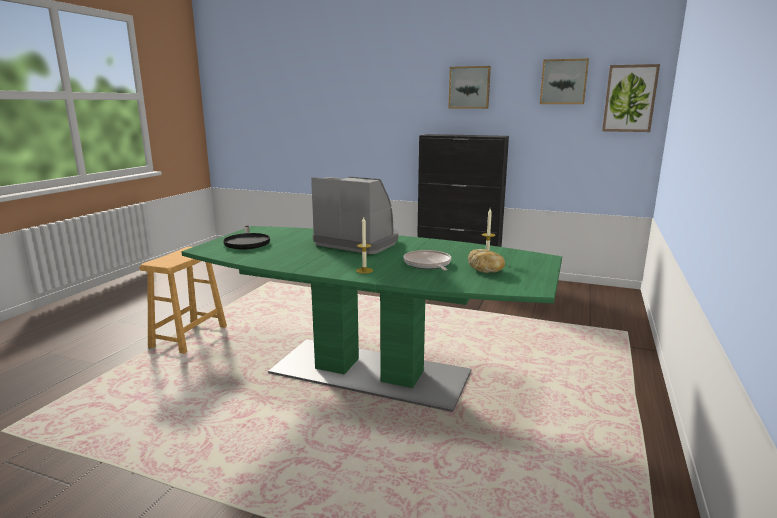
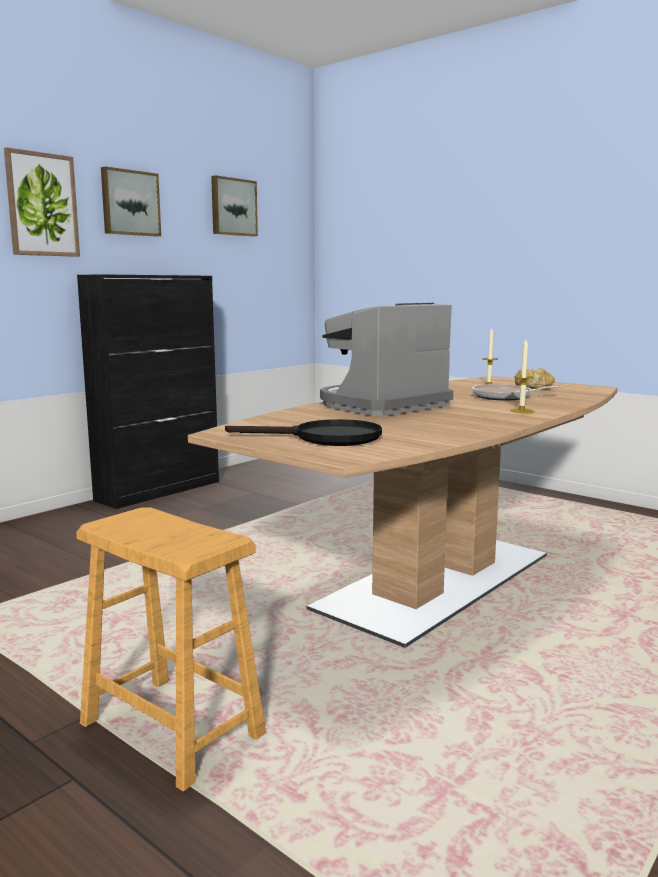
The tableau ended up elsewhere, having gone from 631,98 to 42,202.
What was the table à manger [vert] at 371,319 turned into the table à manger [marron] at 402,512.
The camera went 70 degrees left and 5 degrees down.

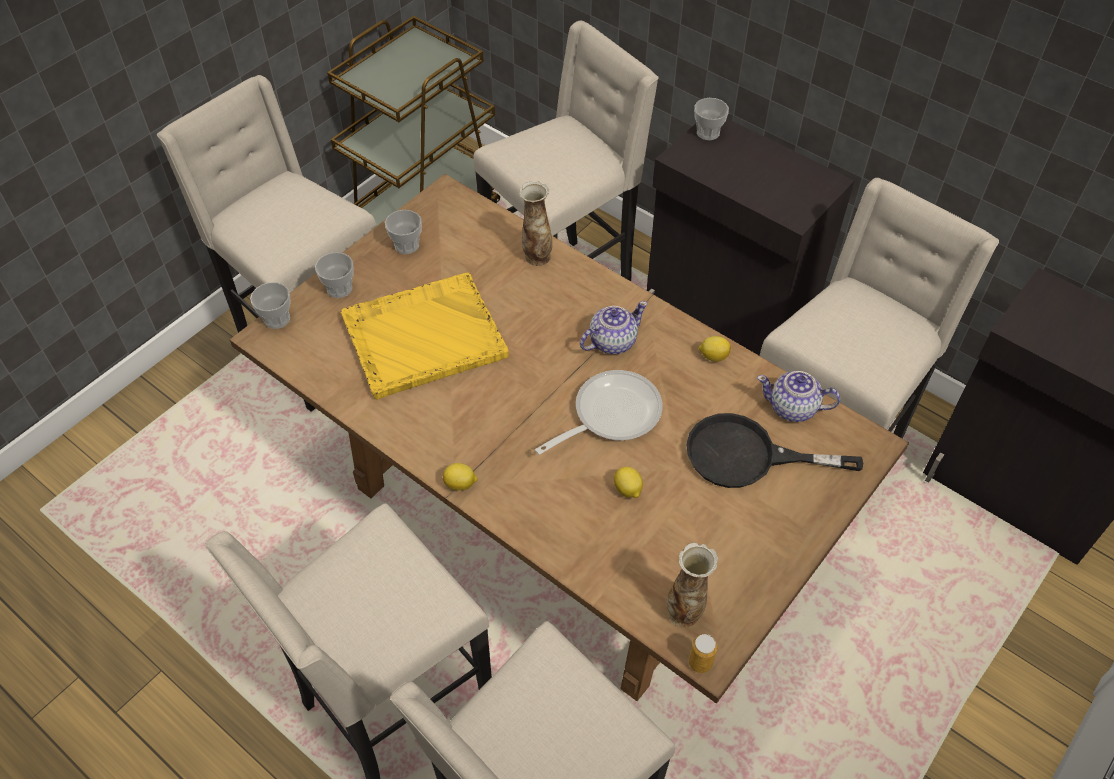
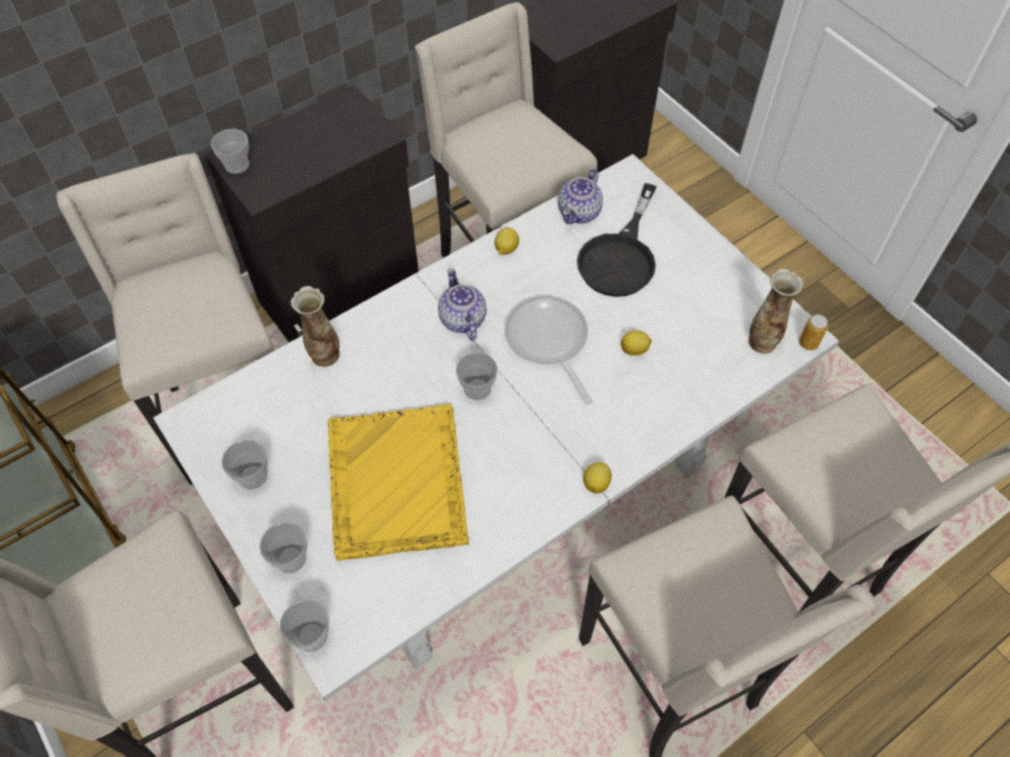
What was the table à manger [marron] at 569,439 turned into the table à manger [blanc] at 496,427.
The second view gained the tasse at 477,376.
The camera went 75 degrees left and 5 degrees up.

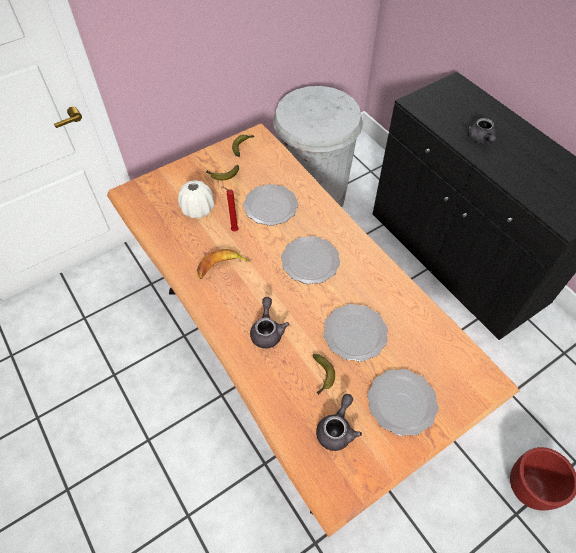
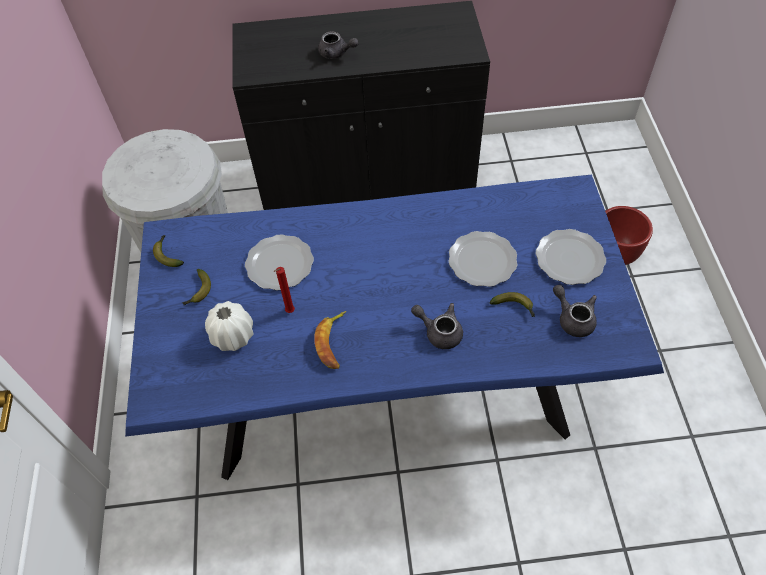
What was the table à manger [marron] at 313,330 turned into the table à manger [bleu] at 394,327.
The second view lost the assiette at 310,260.
The camera went 60 degrees left and 0 degrees up.

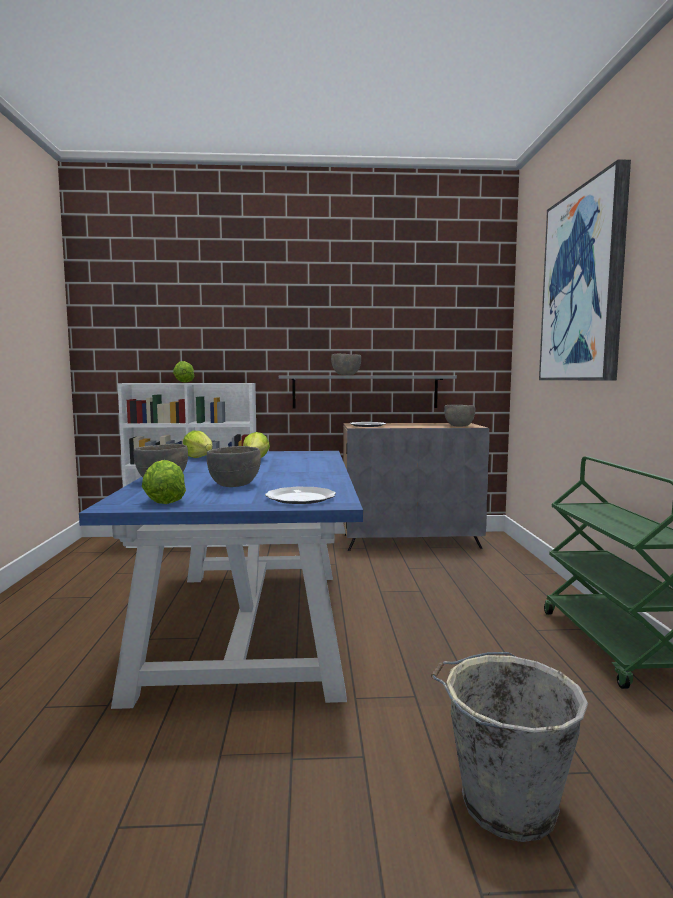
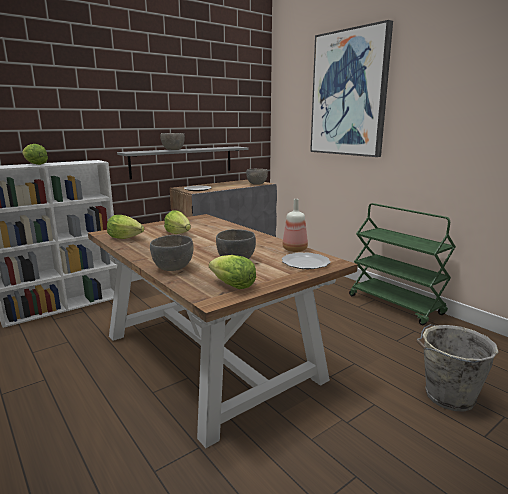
What was the table à manger [bleu] at 221,580 turned into the table à manger [marron] at 223,331.
The second view gained the bouteille at 295,225.
The camera went 35 degrees left and 10 degrees up.

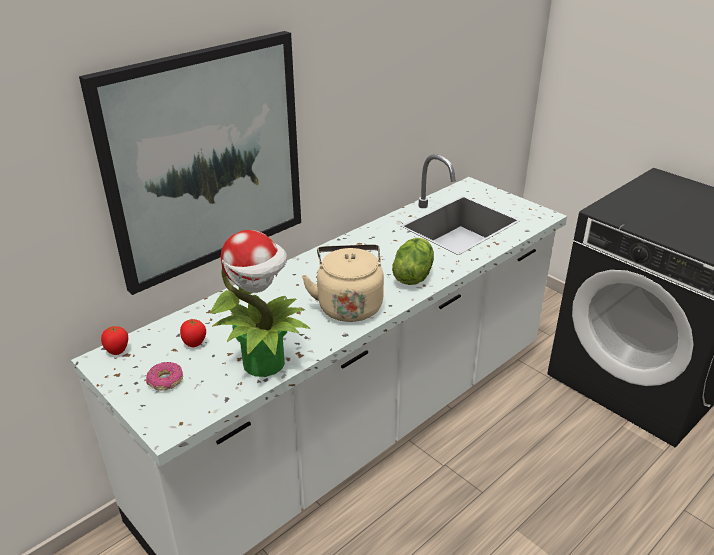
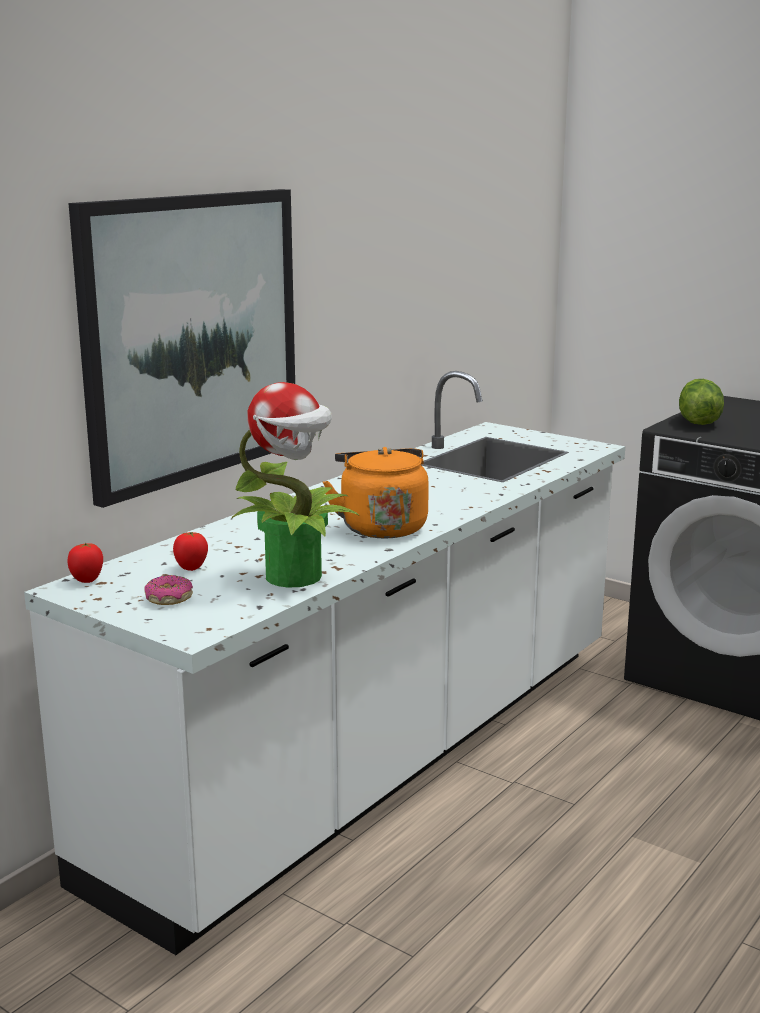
The laitue ended up elsewhere, having gone from 413,261 to 701,402.
What was the bouilloire [beige] at 343,283 turned into the bouilloire [orange] at 376,492.
The camera went 10 degrees left and 15 degrees down.

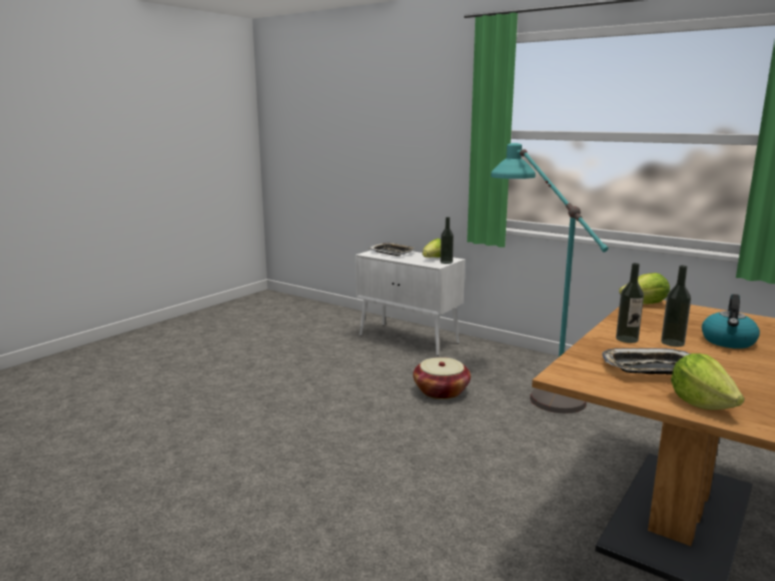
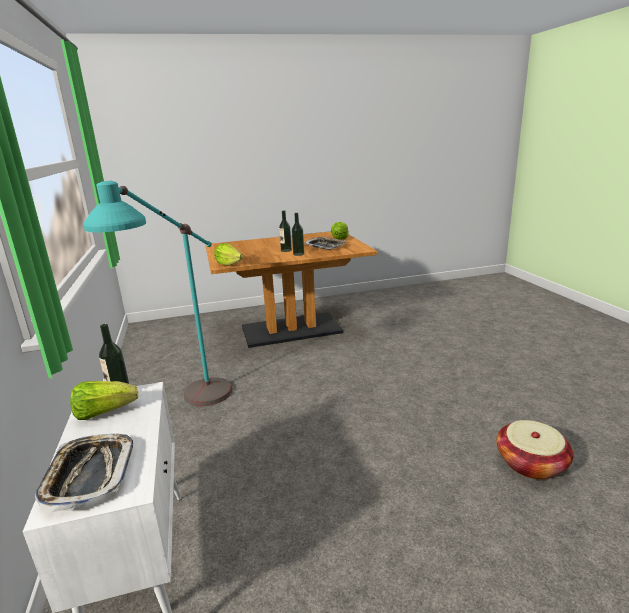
The second view lost the bouilloire at 731,321.
The panier ended up elsewhere, having gone from 442,378 to 535,450.
The camera went 140 degrees left and 5 degrees up.

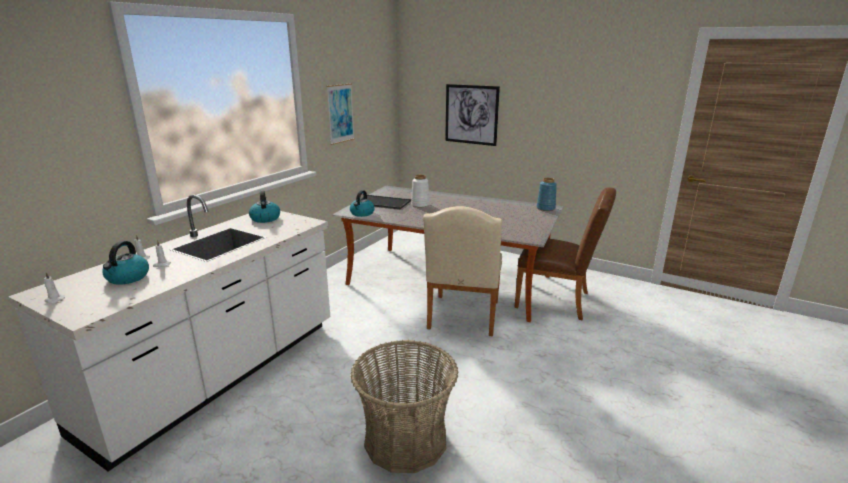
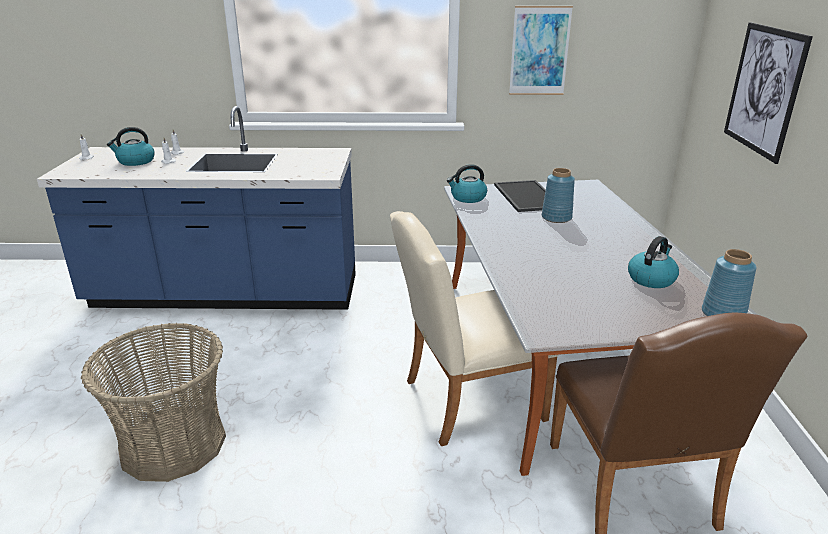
What was the vase [blanc] at 420,191 turned into the vase [bleu] at 558,195.
The bouilloire ended up elsewhere, having gone from 264,207 to 653,262.
What was the comptoir de cuisine [blanc] at 169,333 turned into the comptoir de cuisine [bleu] at 196,208.
The camera went 60 degrees right and 5 degrees up.

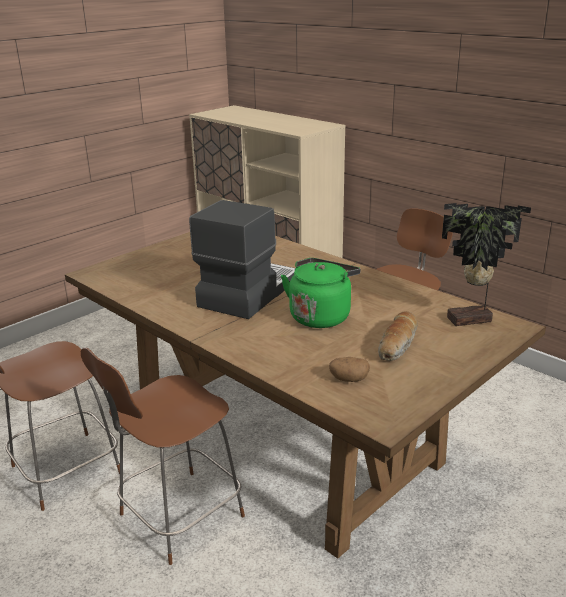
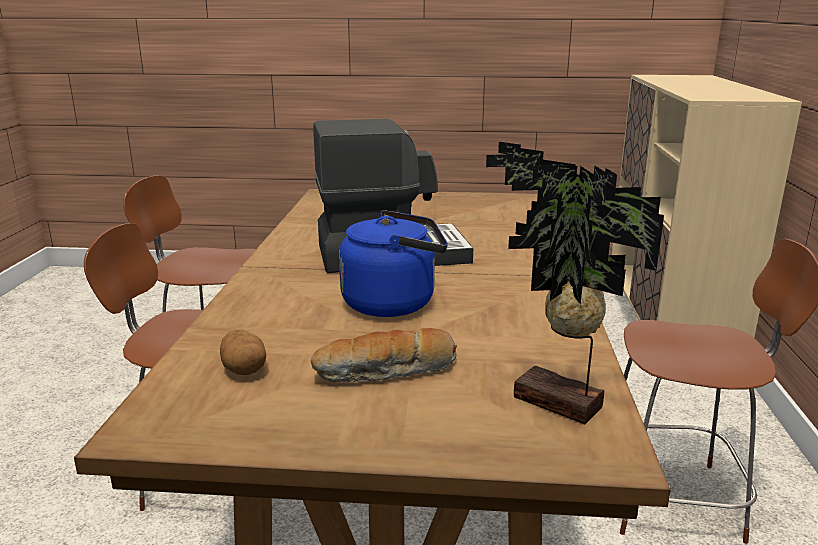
What was the bouilloire [vert] at 321,293 turned into the bouilloire [bleu] at 393,263.
The camera went 50 degrees right and 5 degrees down.

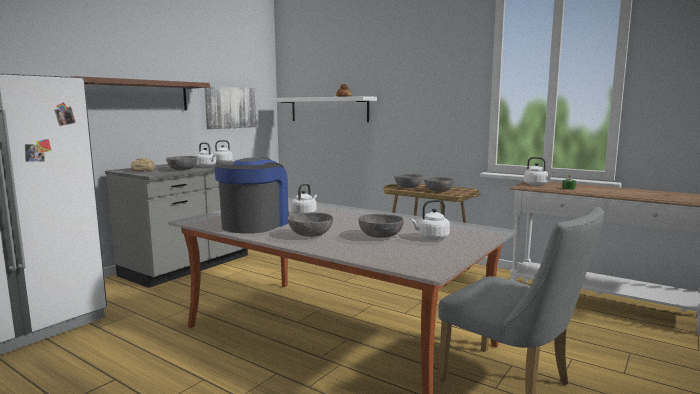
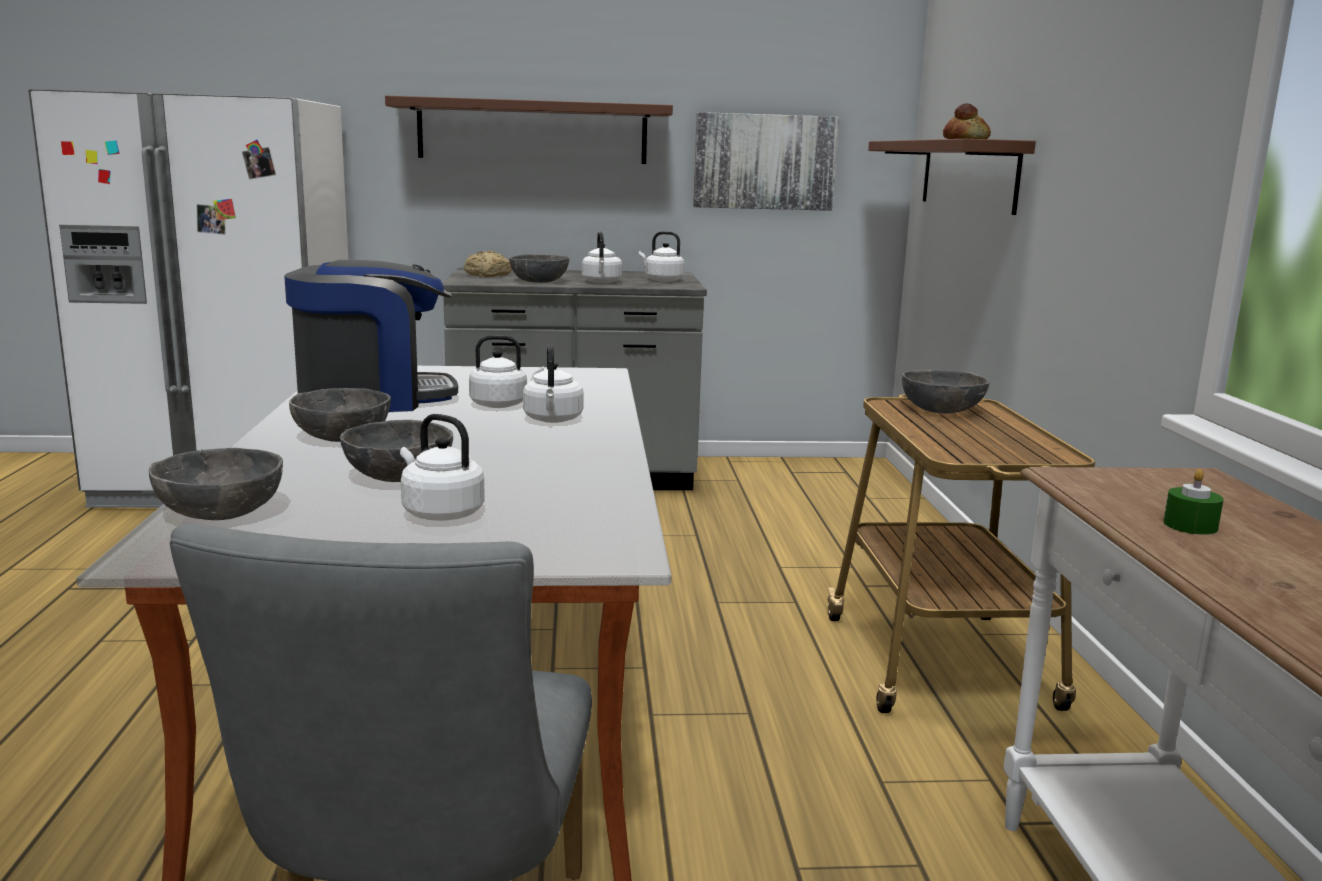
What was the étagère [blanc] at 324,109 turned into the étagère [marron] at 952,177.
The bouilloire [blanc] ended up elsewhere, having gone from 539,171 to 553,383.
The bol [gris] ended up elsewhere, having gone from 439,184 to 216,484.
The camera went 50 degrees right and 5 degrees up.

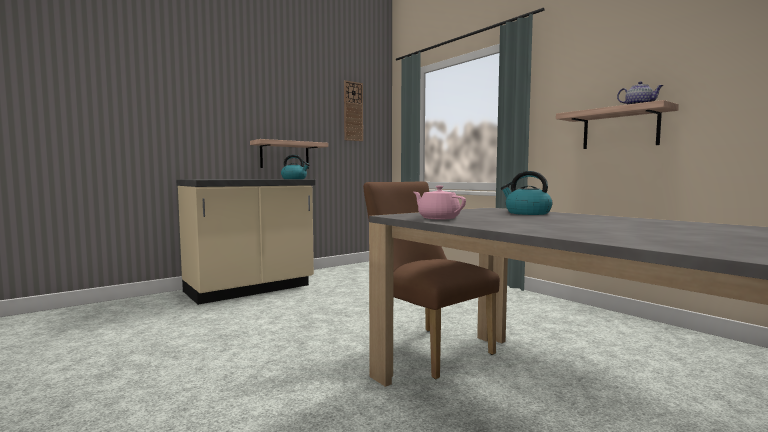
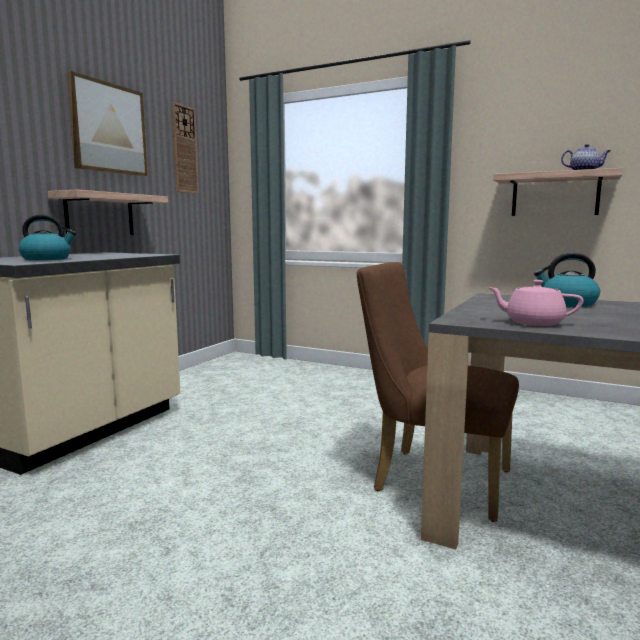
The bouilloire ended up elsewhere, having gone from 295,167 to 47,237.
The second view gained the tableau at 107,123.
The camera went 25 degrees left and 5 degrees up.

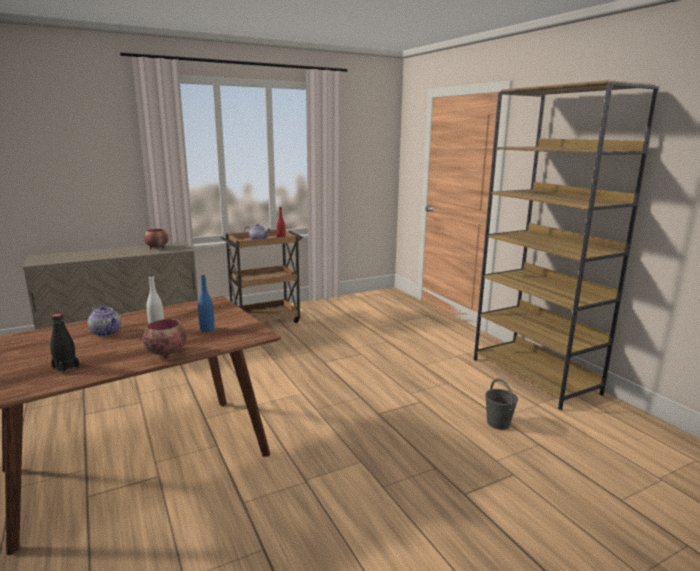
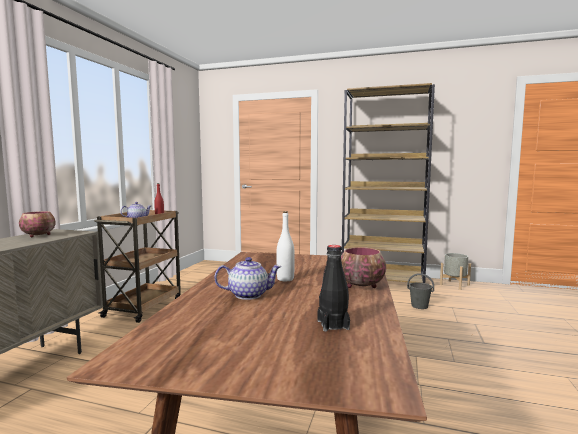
The second view lost the bouteille [bleu] at 206,303.
The second view gained the cache-pot [gris] at 455,271.
The camera went 45 degrees left and 10 degrees down.

